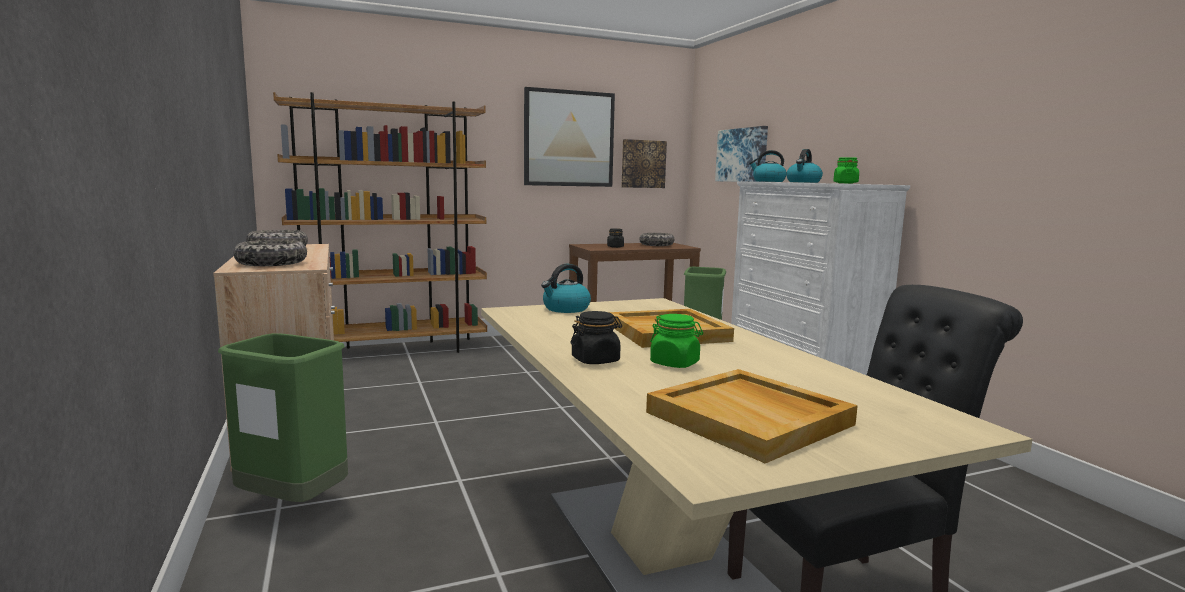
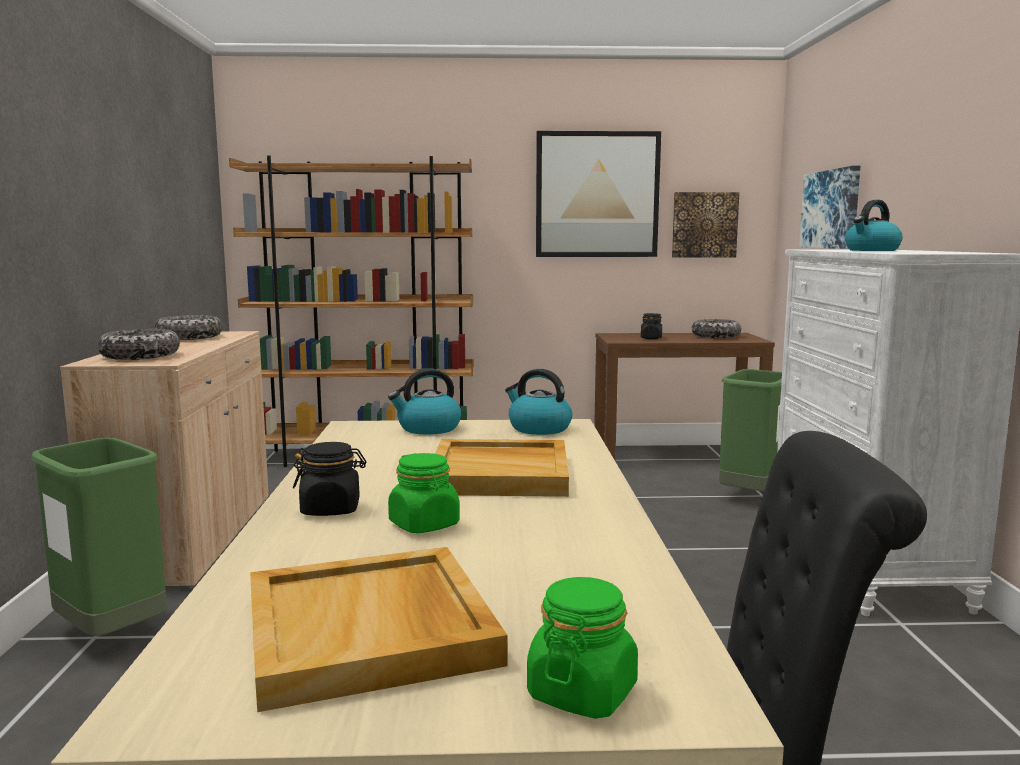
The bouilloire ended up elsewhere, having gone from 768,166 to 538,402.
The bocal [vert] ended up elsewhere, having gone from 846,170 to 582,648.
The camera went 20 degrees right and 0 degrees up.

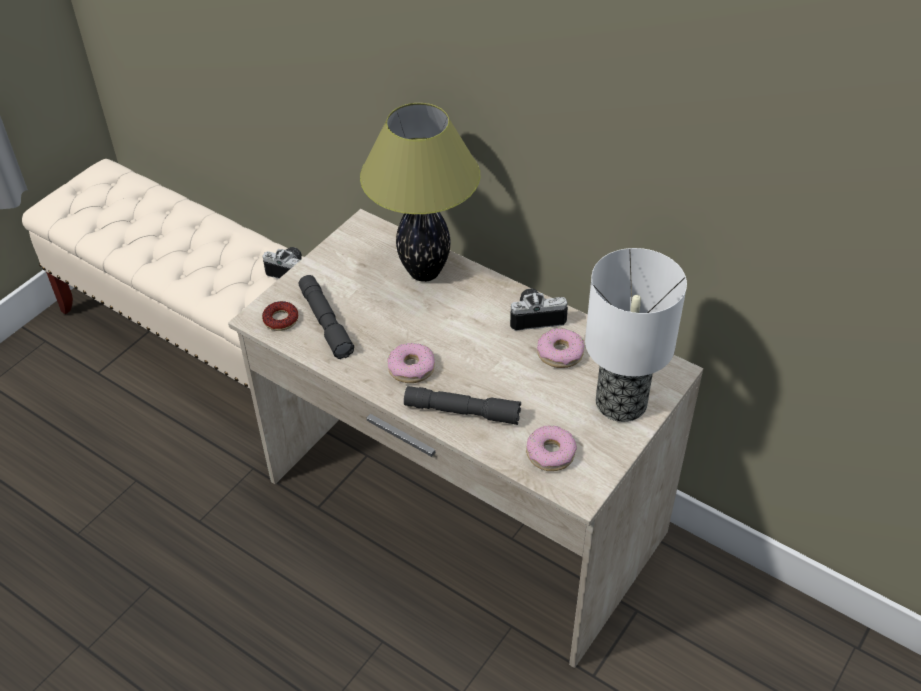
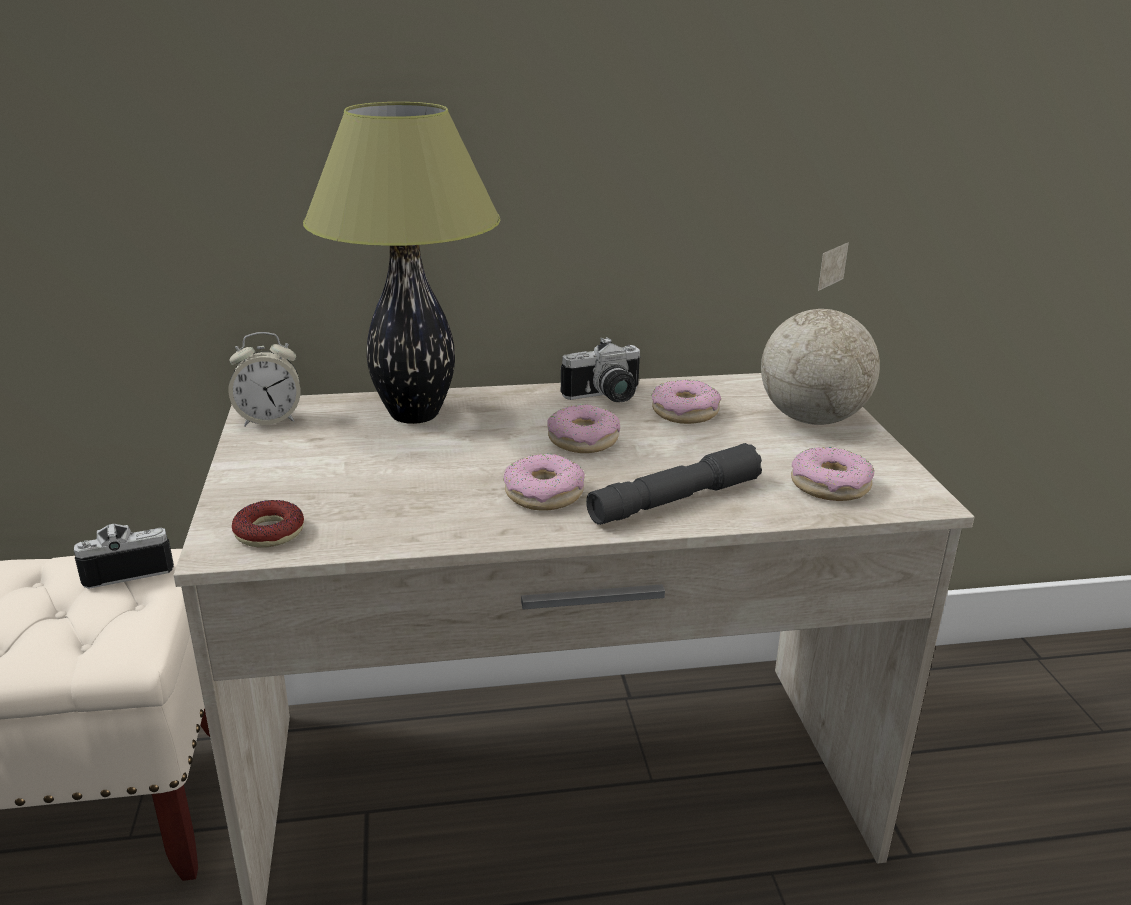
Where the lampe de table stood at 636,335, the globe came to stand at 820,333.
The second view lost the lampe de poche [gris] at 326,317.
The appareil photo at 539,309 ended up facing another way, 150 degrees counterclockwise from before.
The second view gained the réveil at 264,379.
The second view gained the beignet at 583,428.
The camera went 45 degrees left and 20 degrees down.

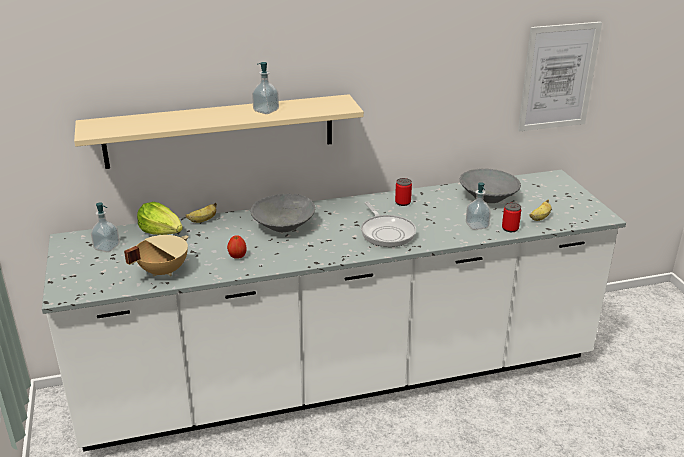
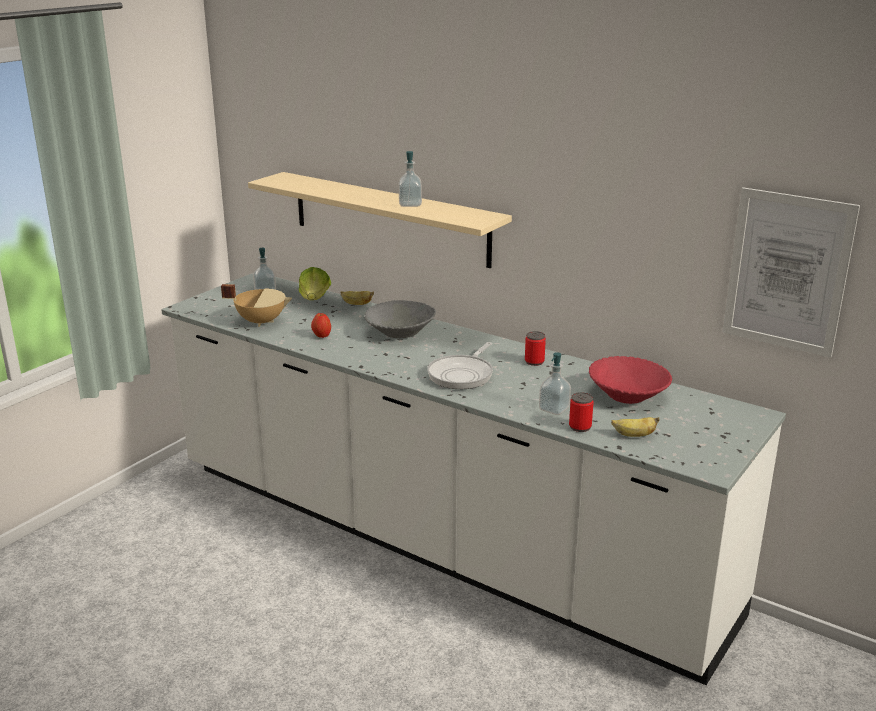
What was the bol [gris] at 490,186 turned into the bol [rouge] at 630,380.
The camera went 50 degrees right and 5 degrees down.

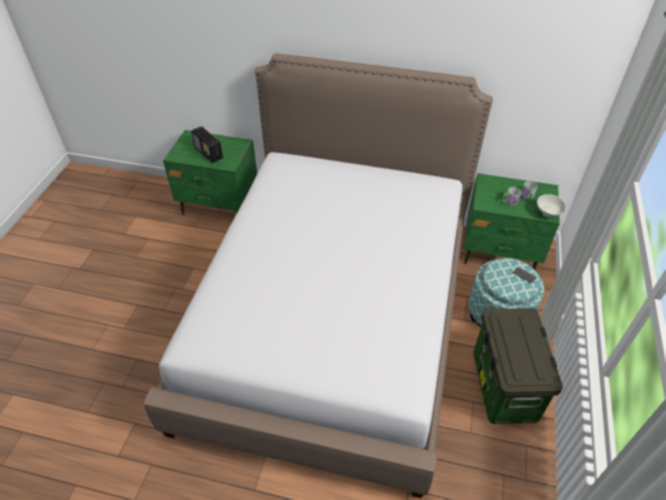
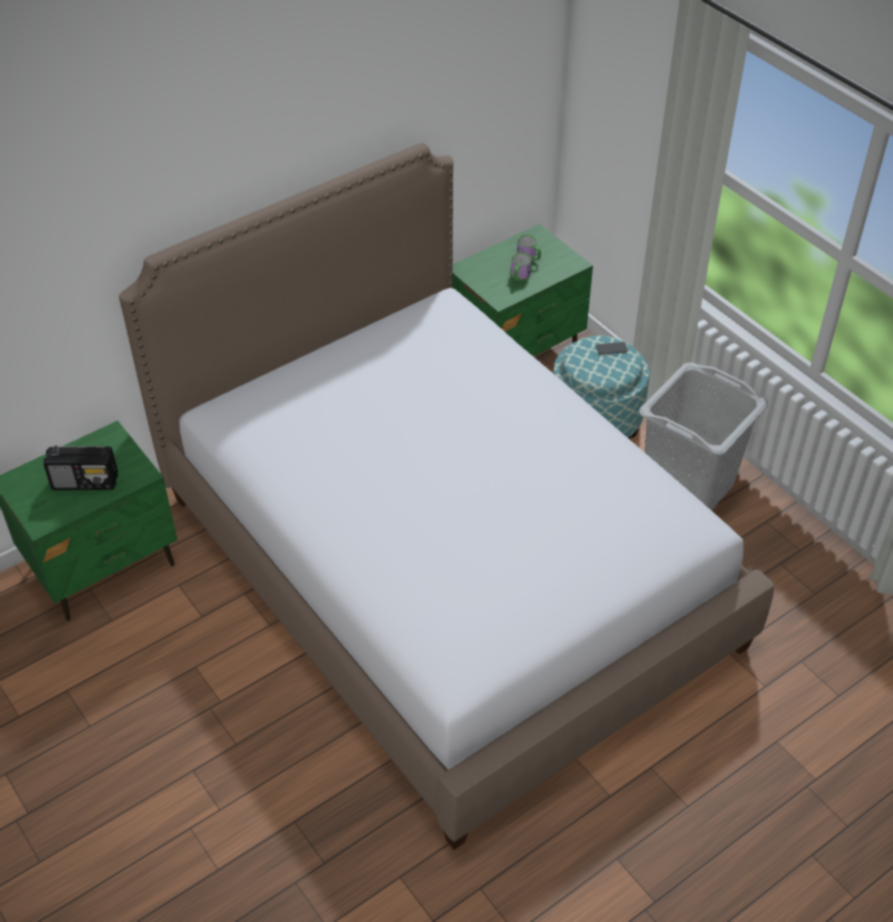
The second view lost the bol [blanc] at 551,205.
Where the boîte de rangement stood at 518,366, the panier à linge [gris] came to stand at 703,436.
The camera went 50 degrees left and 0 degrees up.

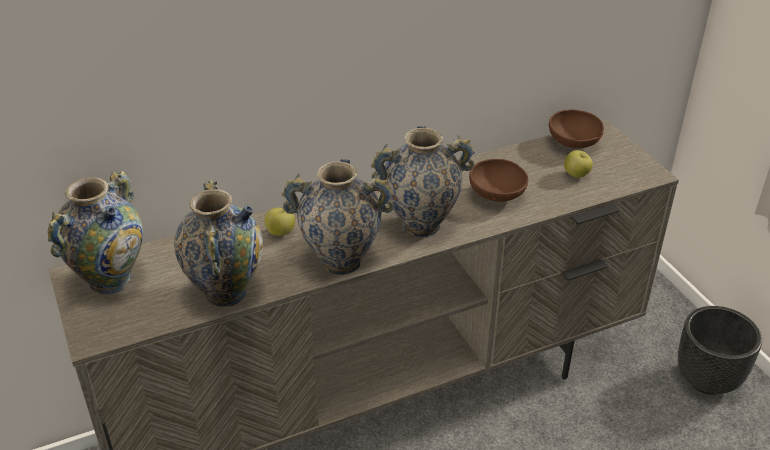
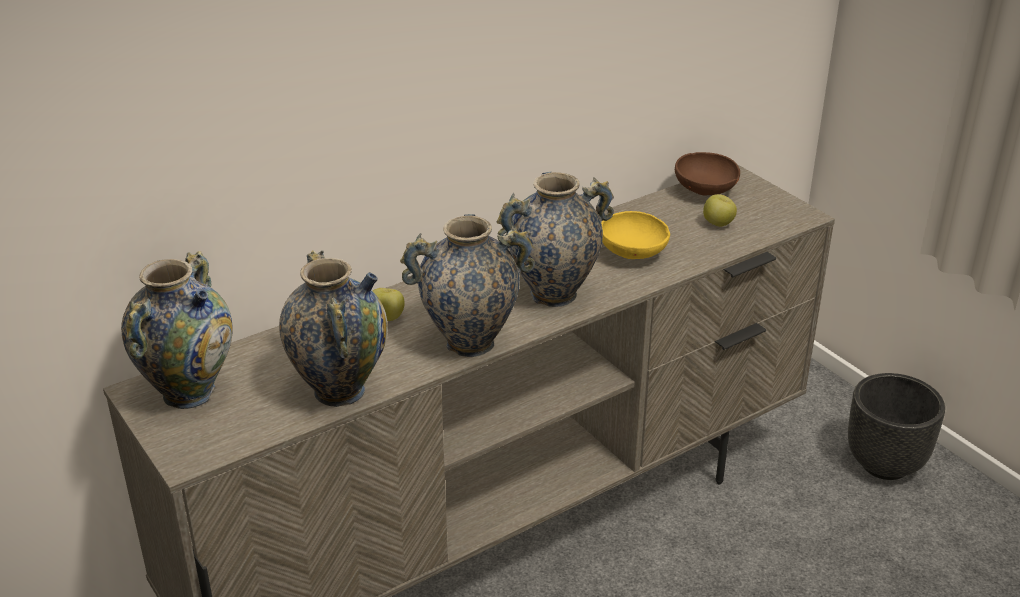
What was the bol [marron] at 498,180 turned into the bol [jaune] at 635,235.
The camera went 10 degrees left and 5 degrees down.

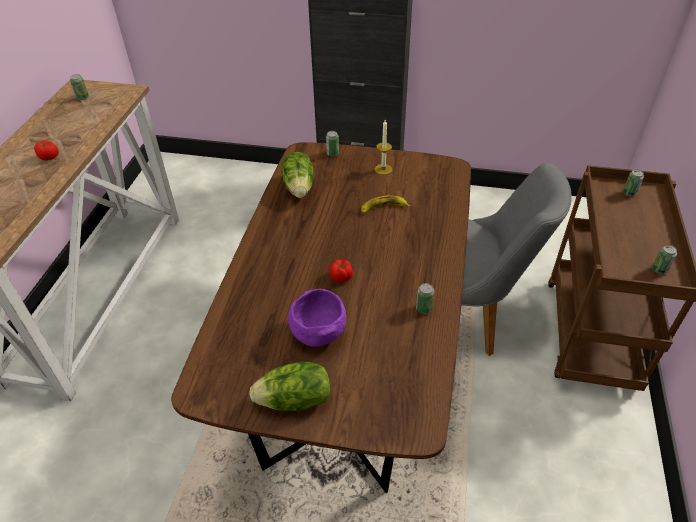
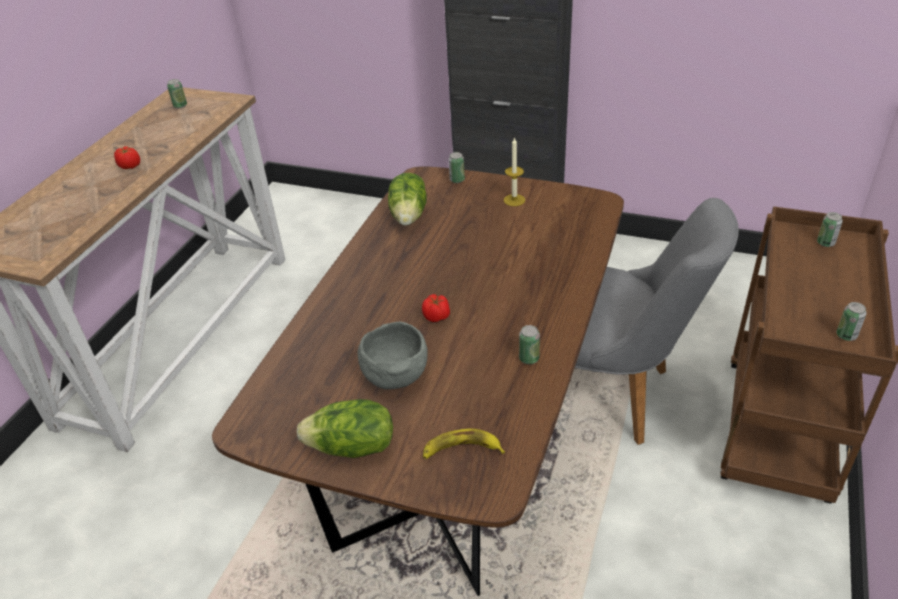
The banane ended up elsewhere, having gone from 386,204 to 464,444.
What was the bol [violet] at 317,318 turned into the bol [gris] at 393,355.
The camera went 10 degrees right and 5 degrees down.

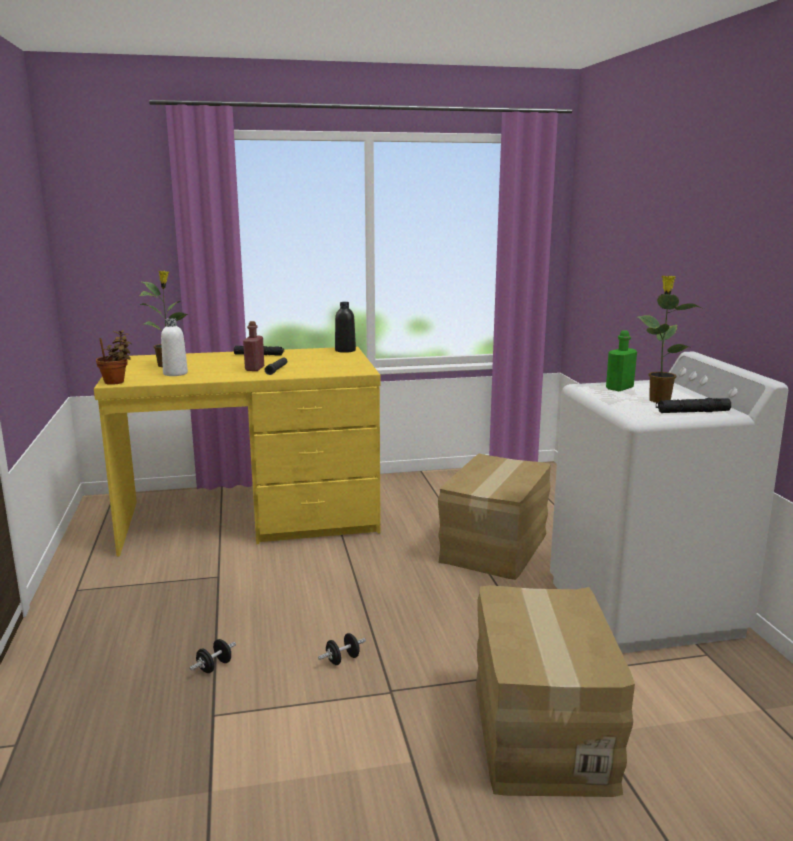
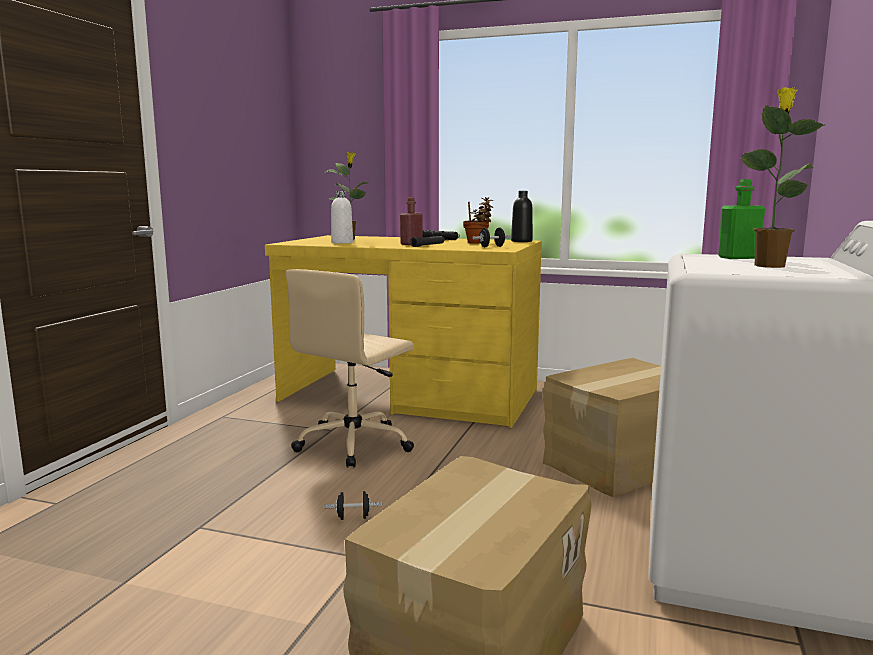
The plante en pot ended up elsewhere, having gone from 114,357 to 478,220.
The second view lost the lampe de poche [noir] at 693,405.
The haltère [noir] ended up elsewhere, having gone from 213,656 to 491,237.
The second view gained the chaise de bureau [beige] at 350,368.
The camera went 30 degrees right and 5 degrees down.

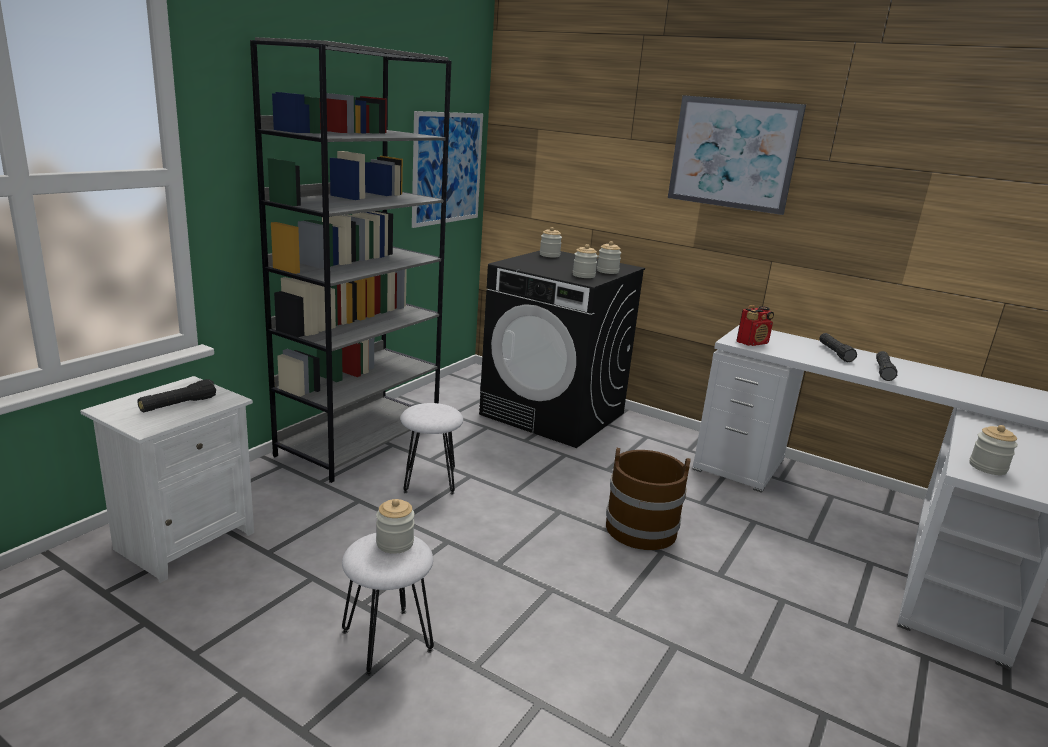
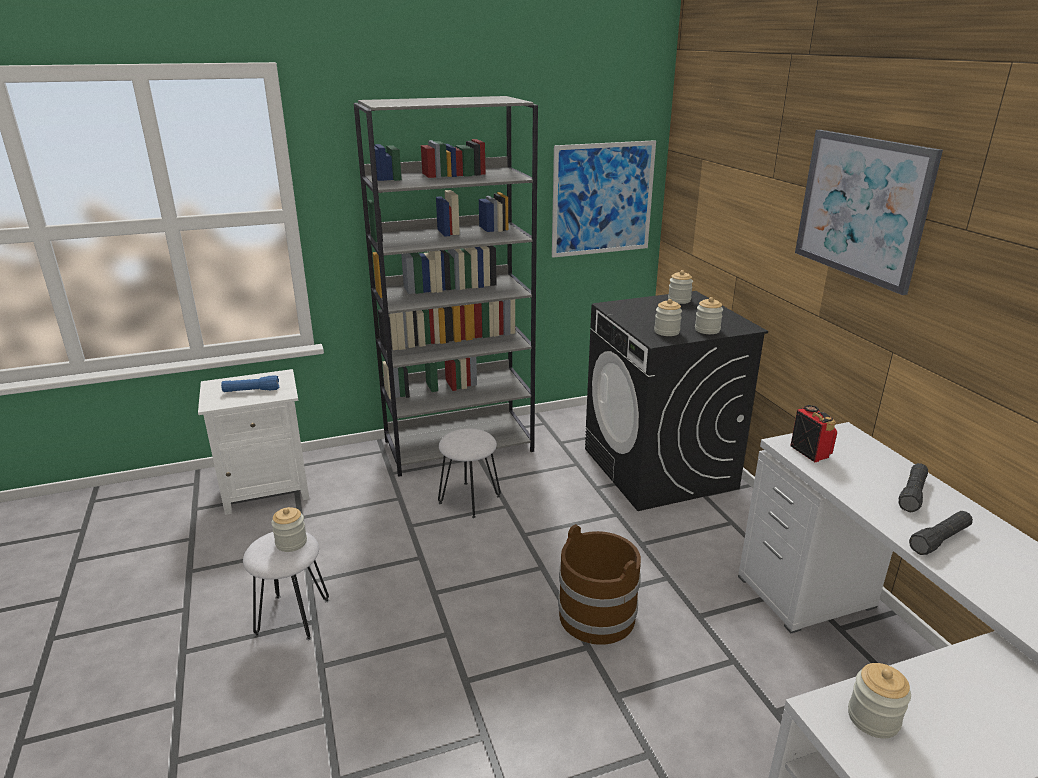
The radio at 755,325 ended up facing another way, 120 degrees counterclockwise from before.
What was the lampe de poche [noir] at 177,395 turned into the lampe de poche [bleu] at 250,383.
The camera went 40 degrees right and 5 degrees up.

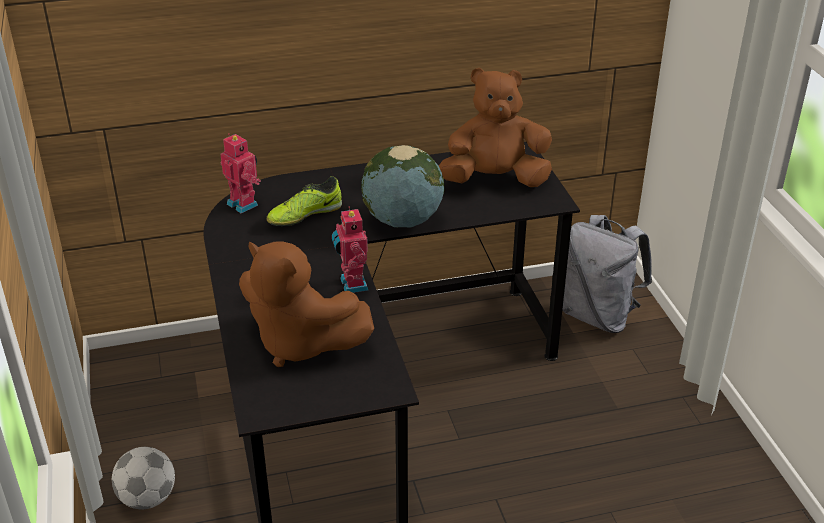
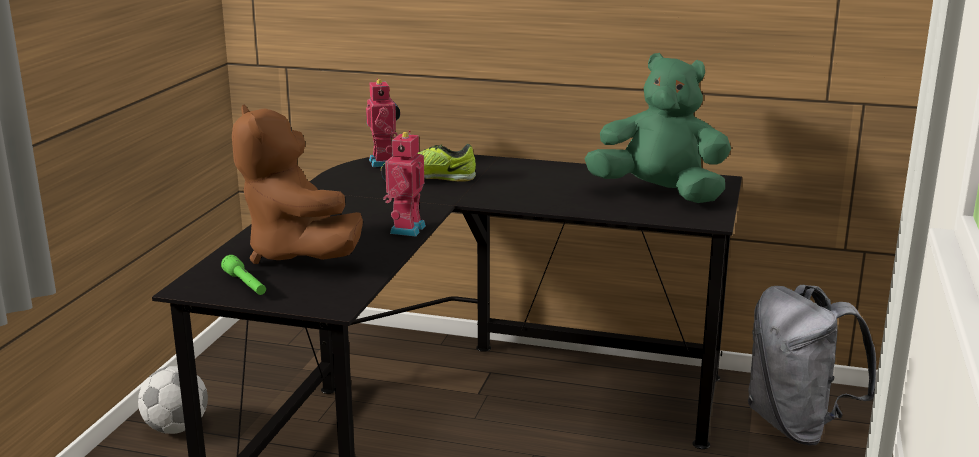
What was the peluche [marron] at 495,127 turned into the peluche [vert] at 658,128.
The second view lost the globe at 403,186.
The second view gained the lampe de poche [vert] at 243,275.
The camera went 30 degrees right and 15 degrees down.

